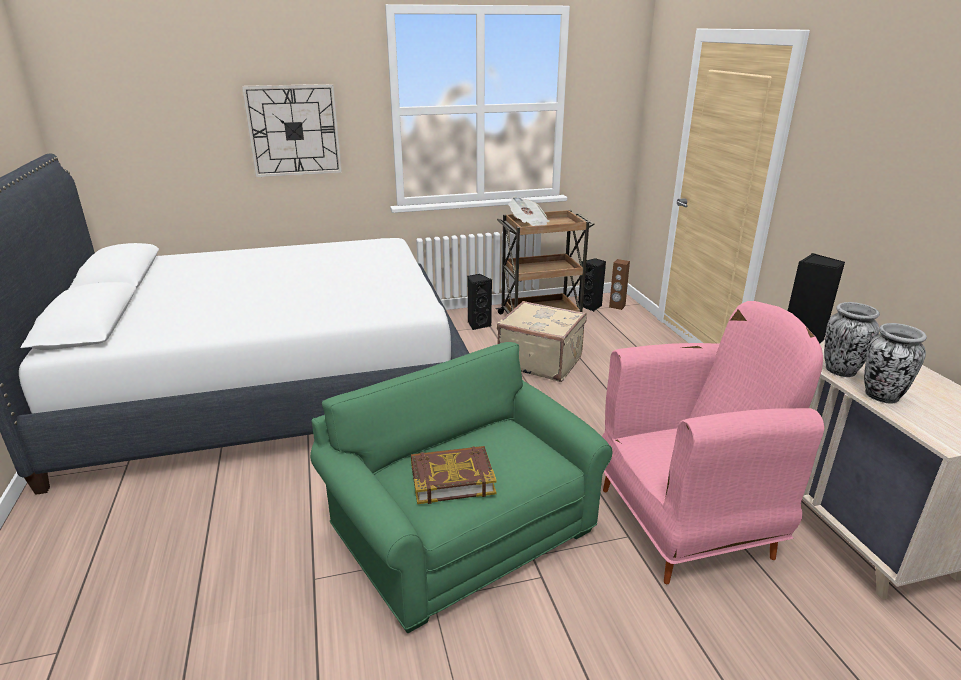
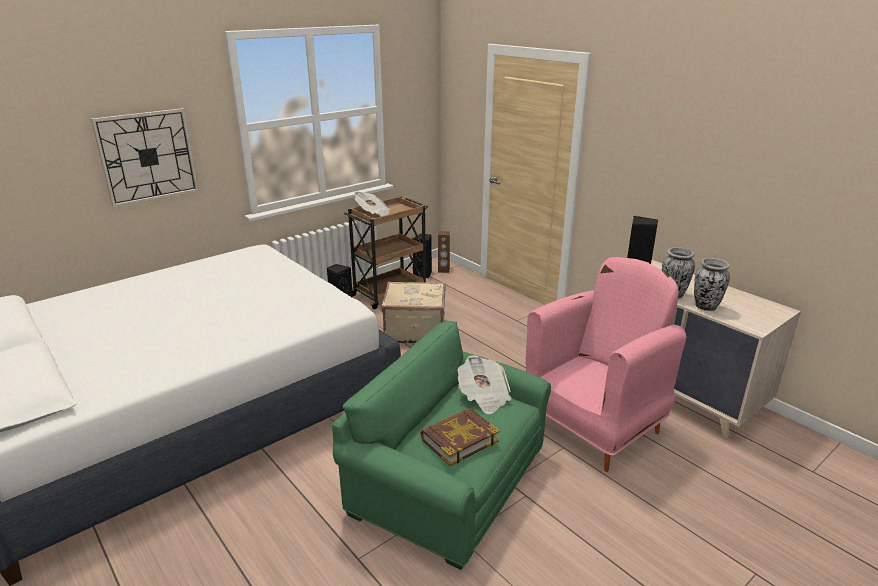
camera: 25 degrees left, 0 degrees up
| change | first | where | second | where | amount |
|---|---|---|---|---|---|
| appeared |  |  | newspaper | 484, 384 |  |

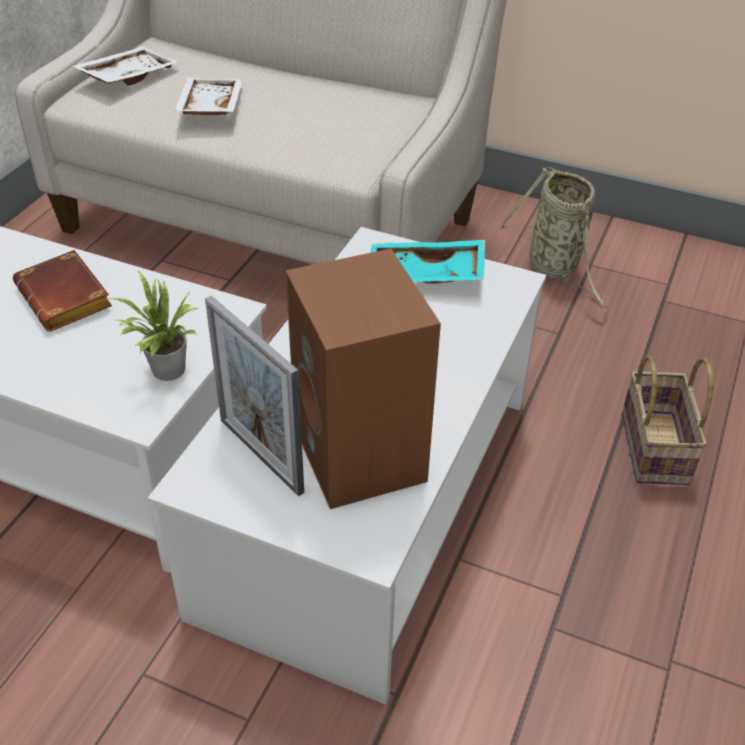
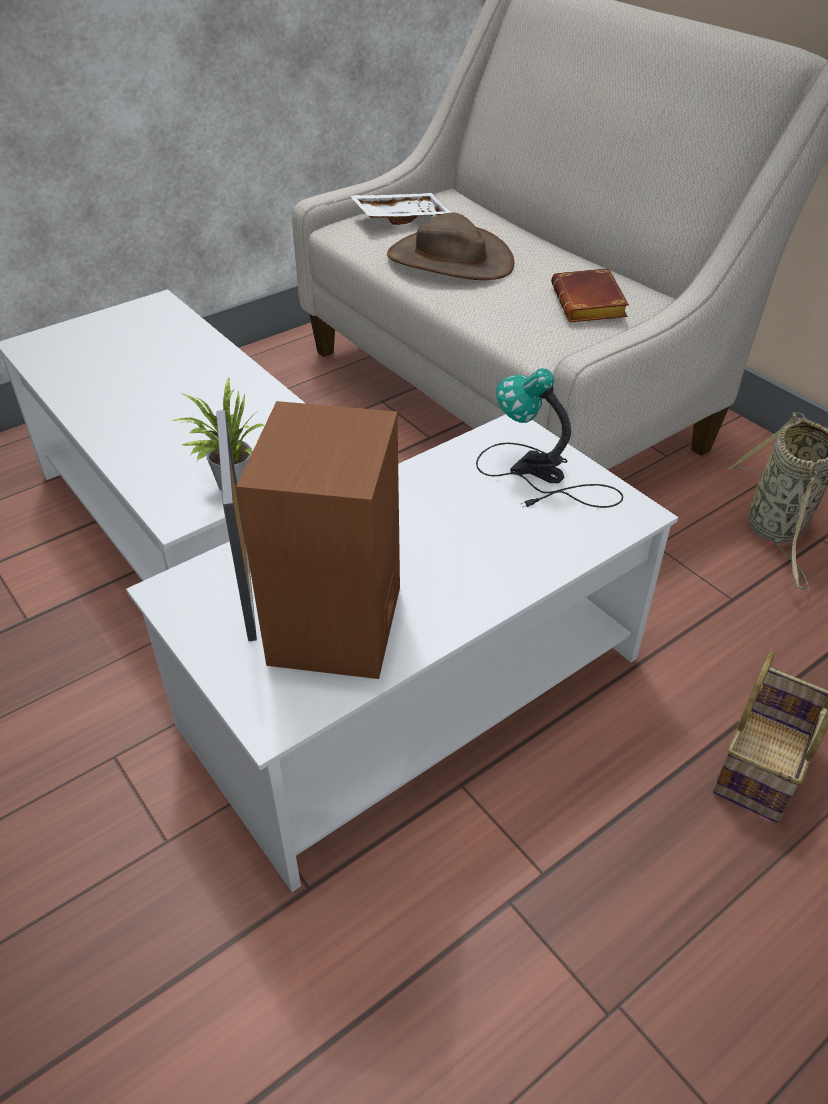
camera: 30 degrees right, 0 degrees up
| change | first | where | second | where | amount |
|---|---|---|---|---|---|
| exchanged | white carrying tray | 208, 96 | brownish wearable hat | 450, 246 |  |
| exchanged | turquoise-coloured carrying tray | 427, 262 | table lamp | 549, 438 |  |
| relocated | brownish bound book | 62, 290 |  | 590, 295 |  |

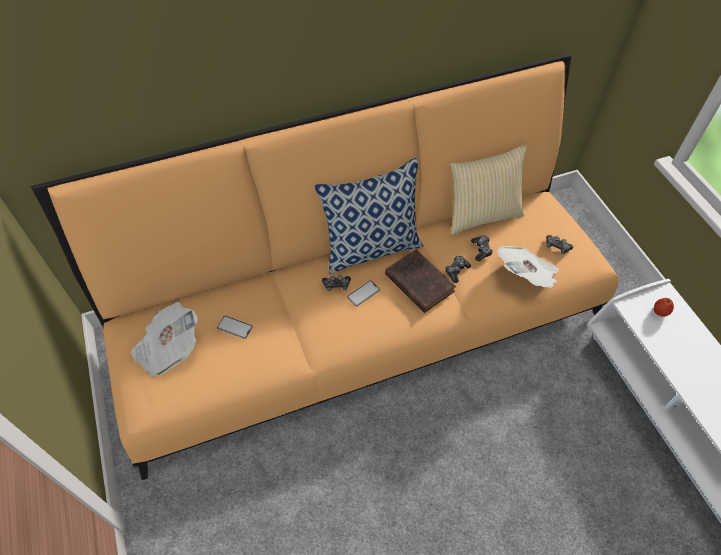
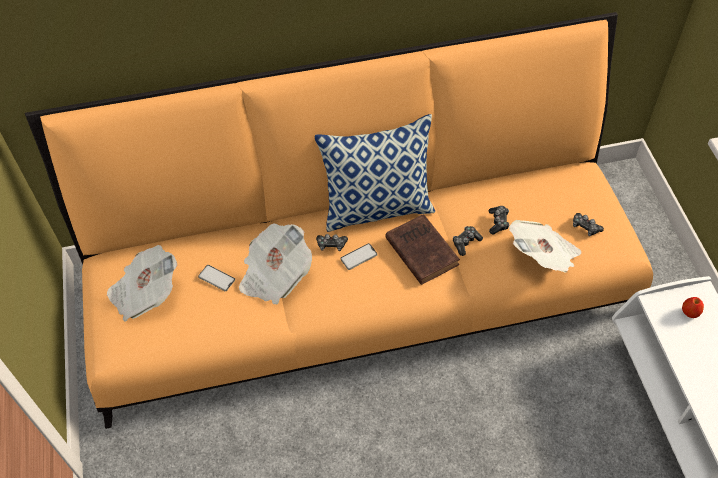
camera: 10 degrees right, 0 degrees up
| change | first | where | second | where | amount |
|---|---|---|---|---|---|
| appeared |  |  | newspaper | 275, 264 |  |
| missing | cushion | 488, 189 |  |  |  |

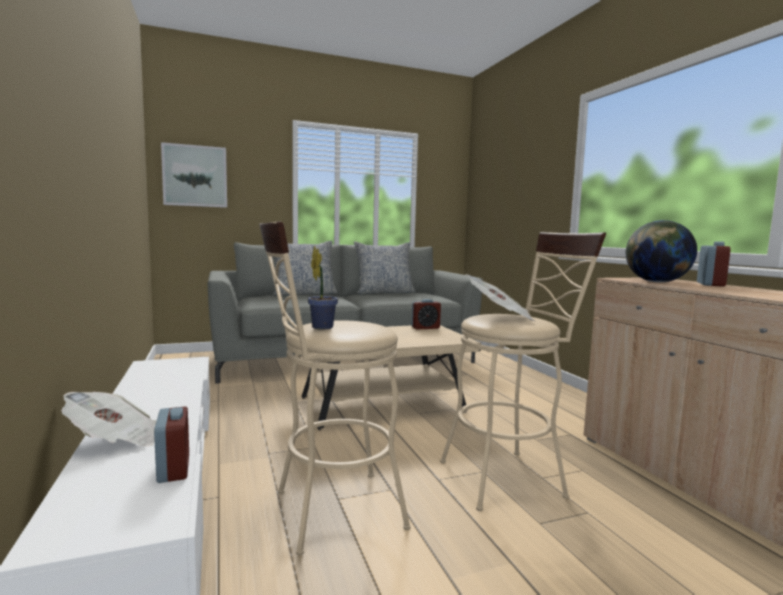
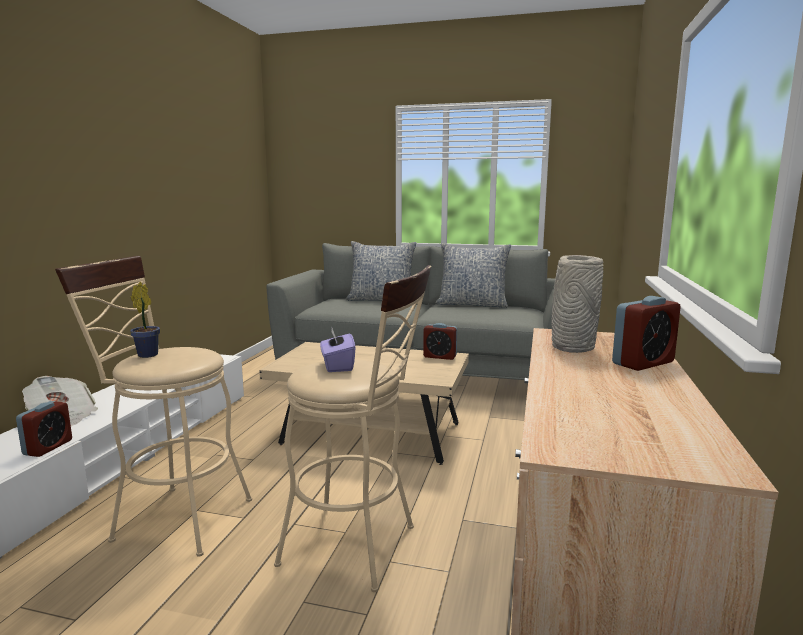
camera: 35 degrees right, 5 degrees up
| change | first | where | second | where | amount |
|---|---|---|---|---|---|
| exchanged | newspaper | 500, 297 | purplish tissue box | 337, 349 |  |
| exchanged | world globe | 661, 251 | grey flower vase | 577, 304 |  |
| missing | wall art | 194, 175 |  |  |  |

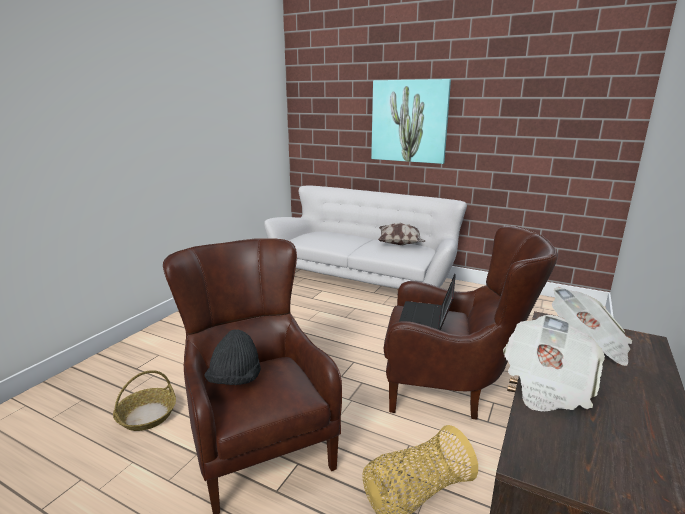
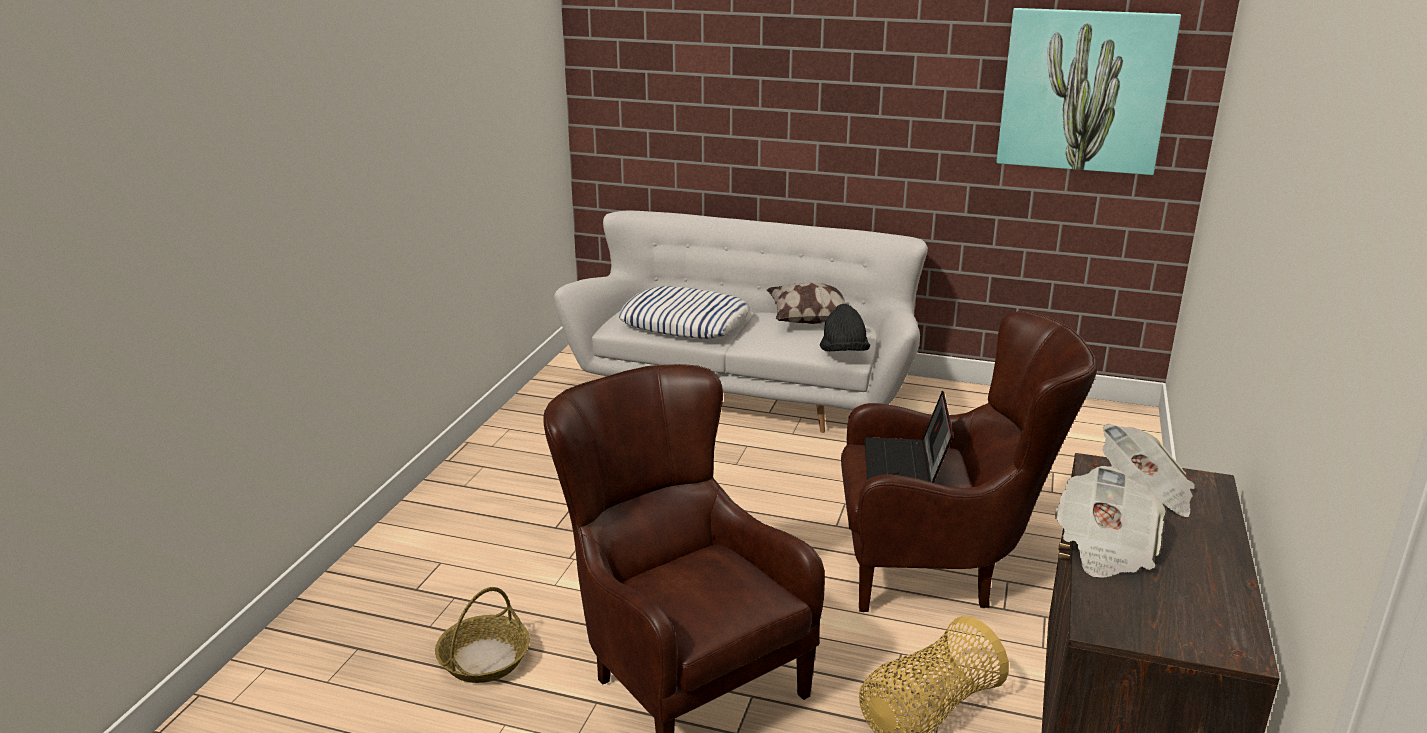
camera: 10 degrees left, 5 degrees up
| change | first | where | second | where | amount |
|---|---|---|---|---|---|
| appeared |  |  | cushion | 684, 312 |  |
| relocated | black-coloured wearable hat | 232, 357 |  | 845, 327 |  |
| relocated | wall art | 411, 121 |  | 1089, 91 |  |

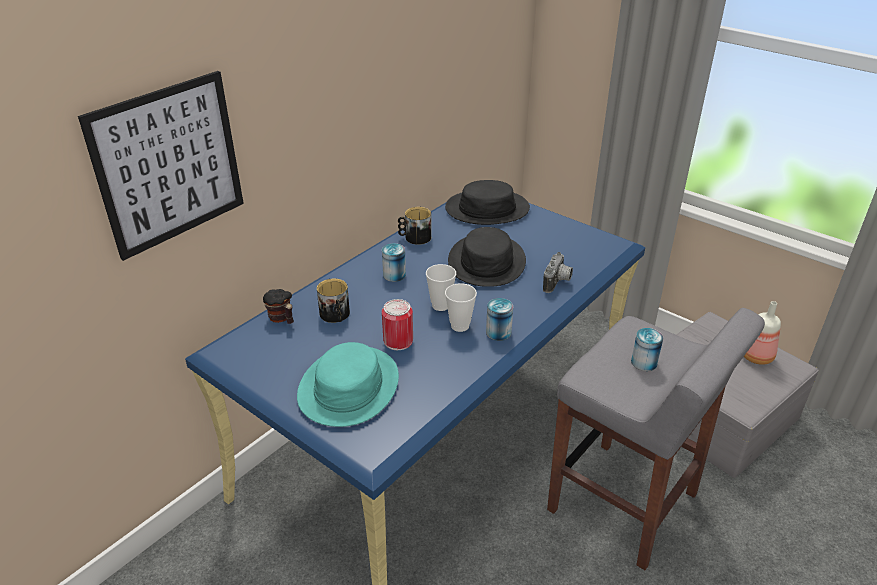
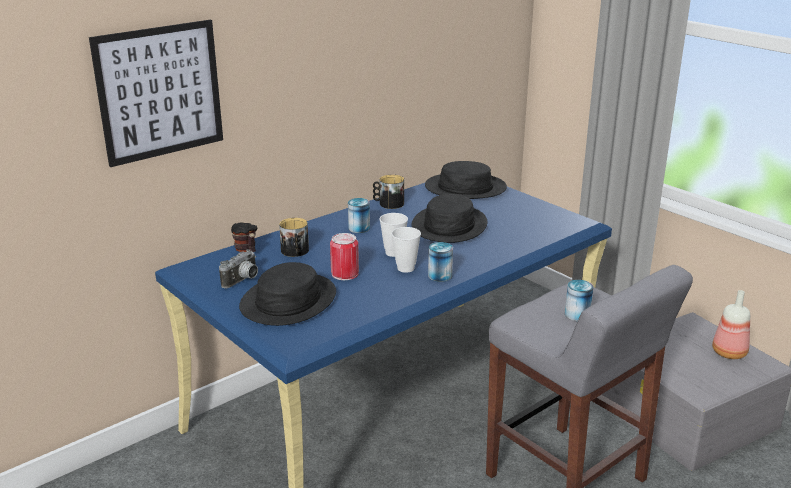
camera: 10 degrees right, 10 degrees down
| change | first | where | second | where | amount |
|---|---|---|---|---|---|
| relocated | still camera | 558, 272 |  | 238, 268 |  |
| colour | turquoise-coloured wearable hat | 348, 384 | black-coloured wearable hat | 287, 294 |  |

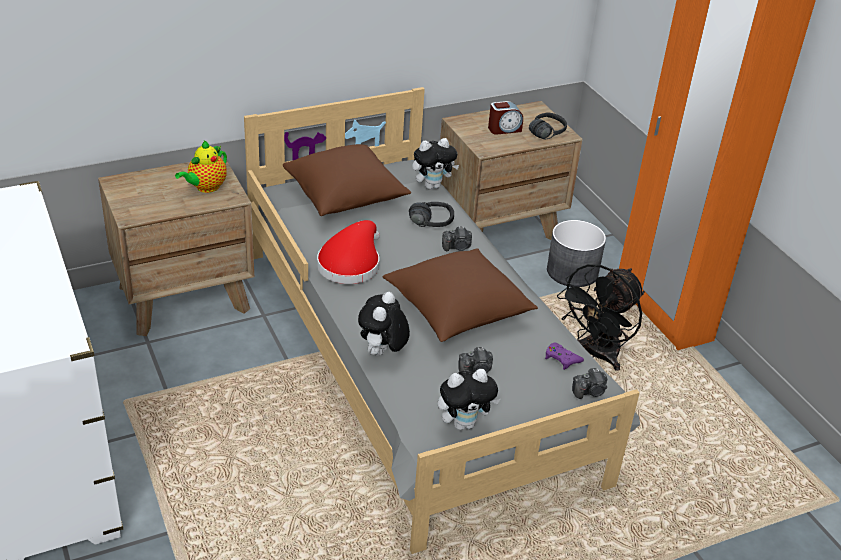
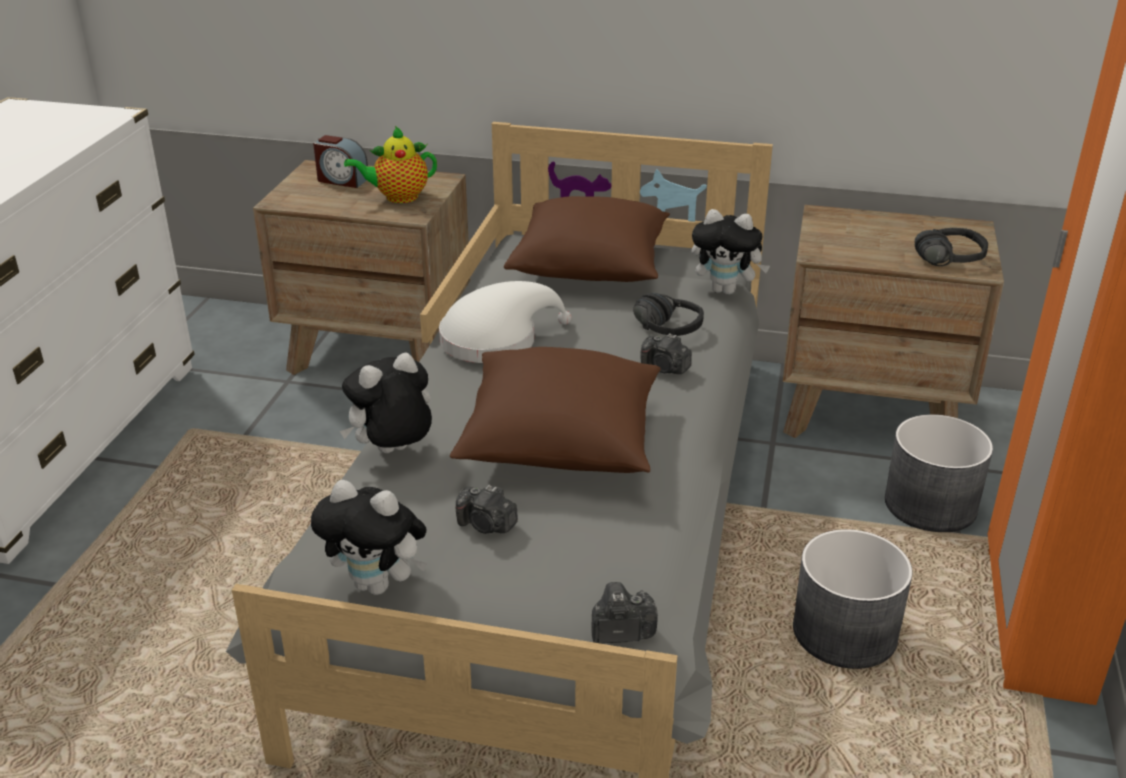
camera: 40 degrees right, 5 degrees down
| change | first | where | second | where | amount |
|---|---|---|---|---|---|
| relocated | bedside clock | 505, 118 |  | 340, 161 |  |
| colour | reddish wearable hat | 348, 252 | white wearable hat | 505, 322 |  |
| spun | still camera | 589, 383 |  | 624, 613 | 150 degrees clockwise |
| exchanged | black-coloured electric fan | 601, 317 | grey plant pot | 853, 599 |  |
| missing | purplish gamepad | 564, 356 |  |  |  |

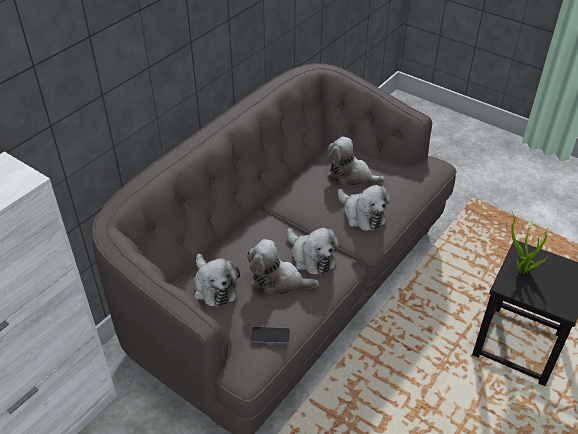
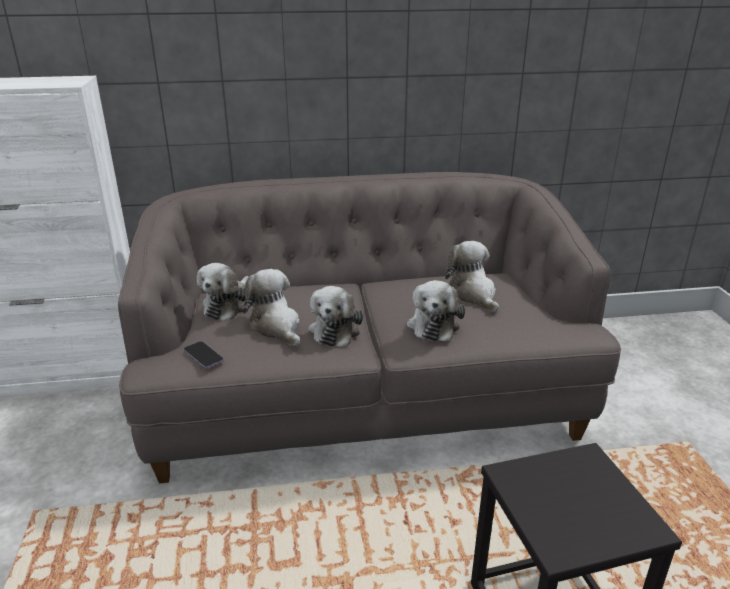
camera: 45 degrees right, 15 degrees down
| change | first | where | second | where | amount |
|---|---|---|---|---|---|
| missing | plant in a pot | 530, 243 |  |  |  |

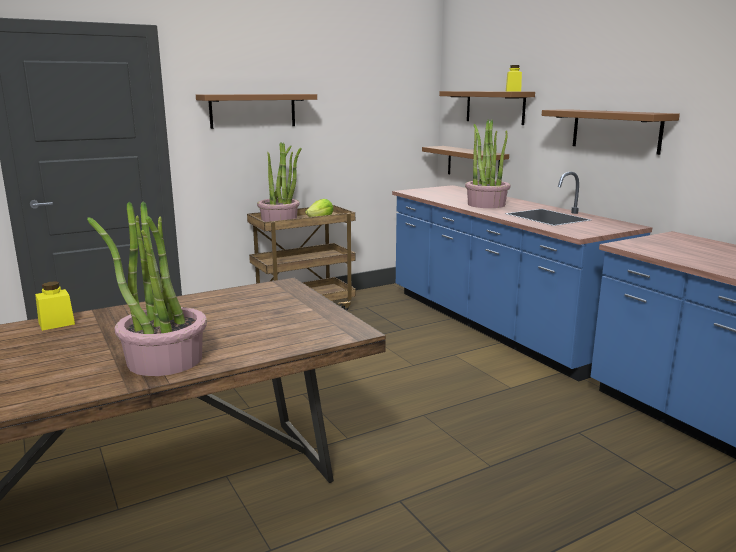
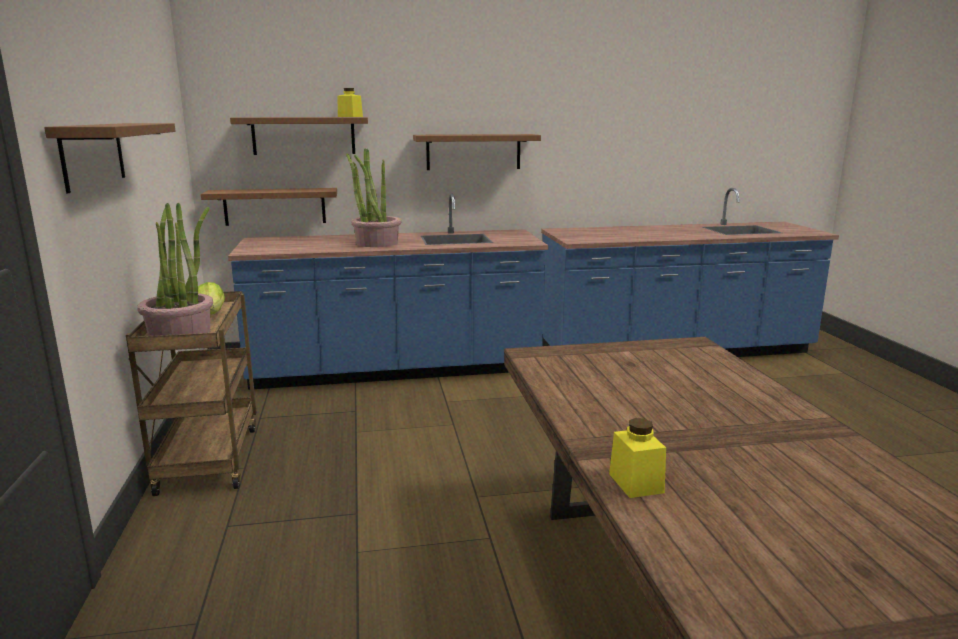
camera: 70 degrees left, 0 degrees up
| change | first | where | second | where | amount |
|---|---|---|---|---|---|
| missing | plant in a pot | 147, 288 |  |  |  |

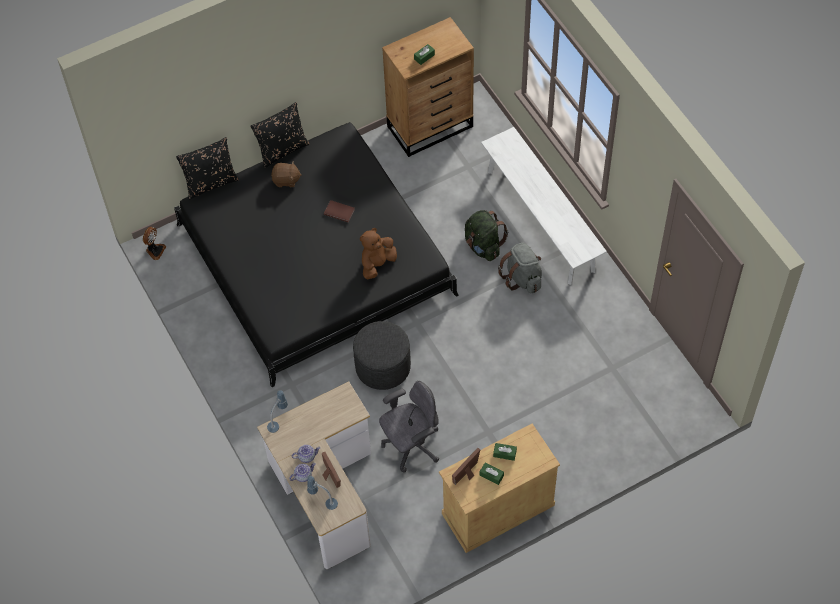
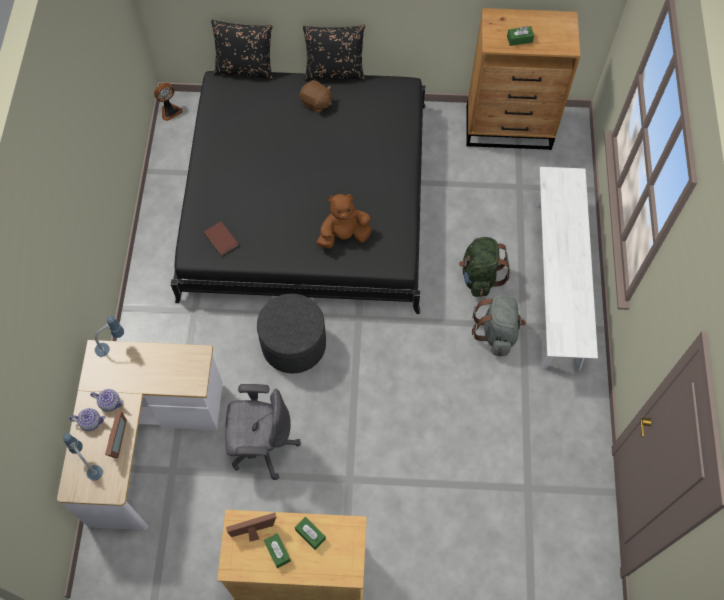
camera: 30 degrees right, 5 degrees up
| change | first | where | second | where | amount |
|---|---|---|---|---|---|
| relocated | brownish bound book | 339, 211 |  | 221, 239 |  |

